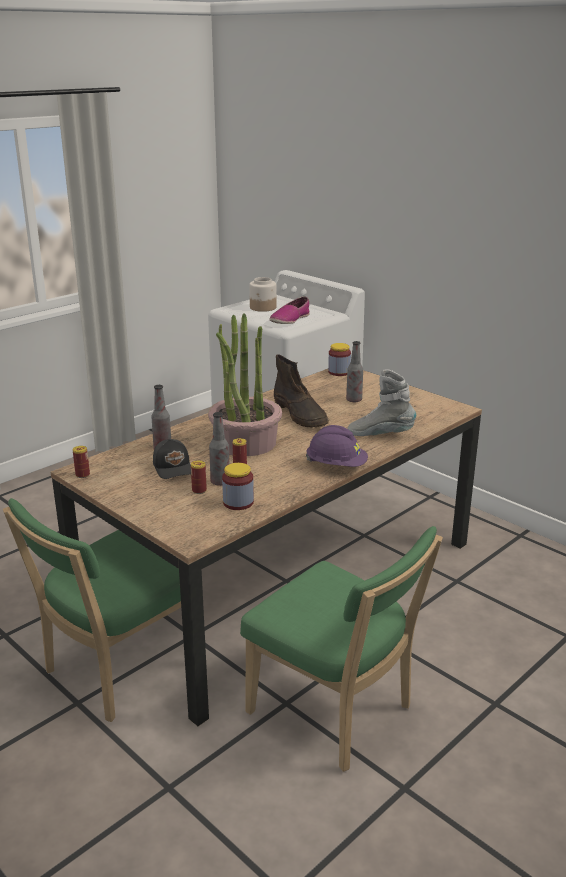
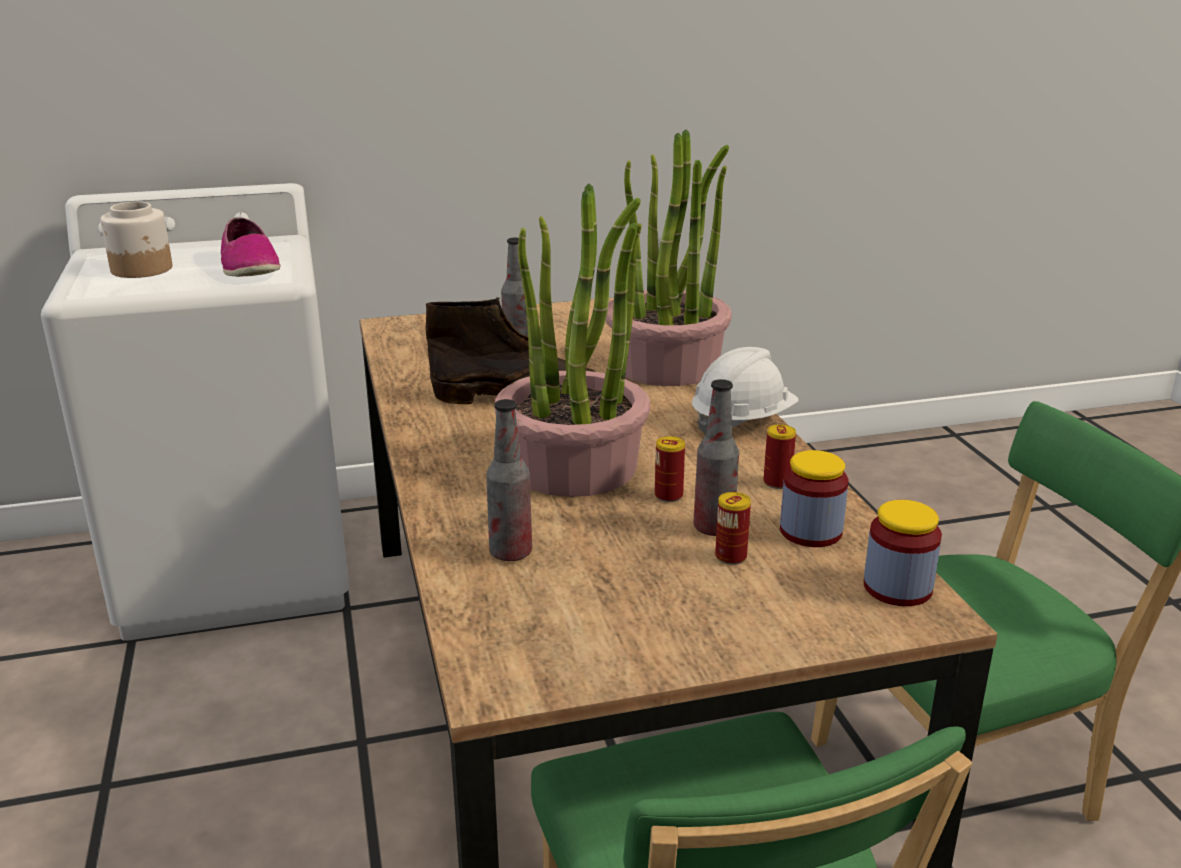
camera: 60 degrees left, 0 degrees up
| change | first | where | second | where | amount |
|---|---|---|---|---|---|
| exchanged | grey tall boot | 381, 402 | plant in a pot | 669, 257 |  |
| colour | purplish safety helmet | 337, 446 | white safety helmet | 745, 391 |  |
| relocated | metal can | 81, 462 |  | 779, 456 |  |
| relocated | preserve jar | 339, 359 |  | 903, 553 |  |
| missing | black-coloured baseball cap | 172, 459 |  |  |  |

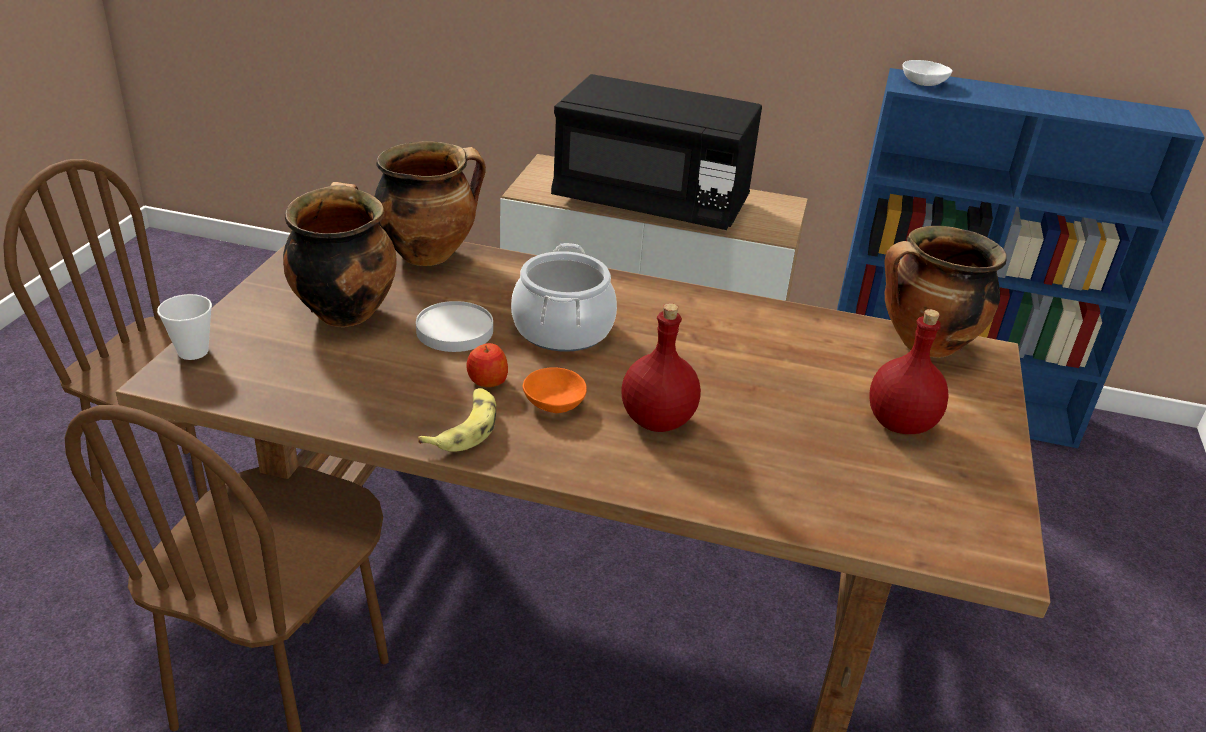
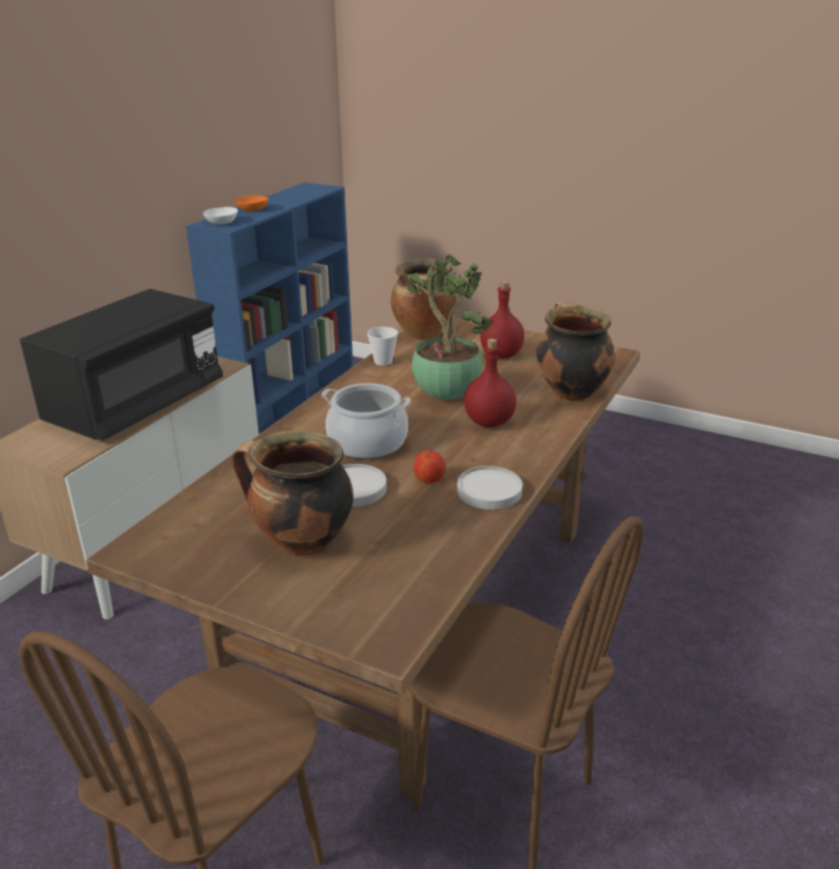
camera: 75 degrees left, 5 degrees down
| change | first | where | second | where | amount |
|---|---|---|---|---|---|
| relocated | orangey bowl | 555, 390 |  | 252, 203 |  |
| relocated | small cup | 184, 327 |  | 382, 346 |  |
| appeared |  |  | plant in a pot | 450, 327 |  |
| exchanged | banana | 457, 420 | white plate | 489, 488 |  |
| relocated | cooking pot | 430, 203 |  | 576, 351 |  |

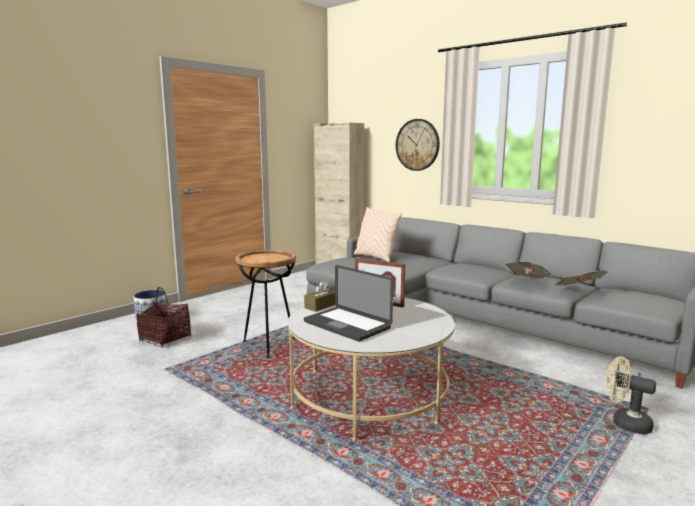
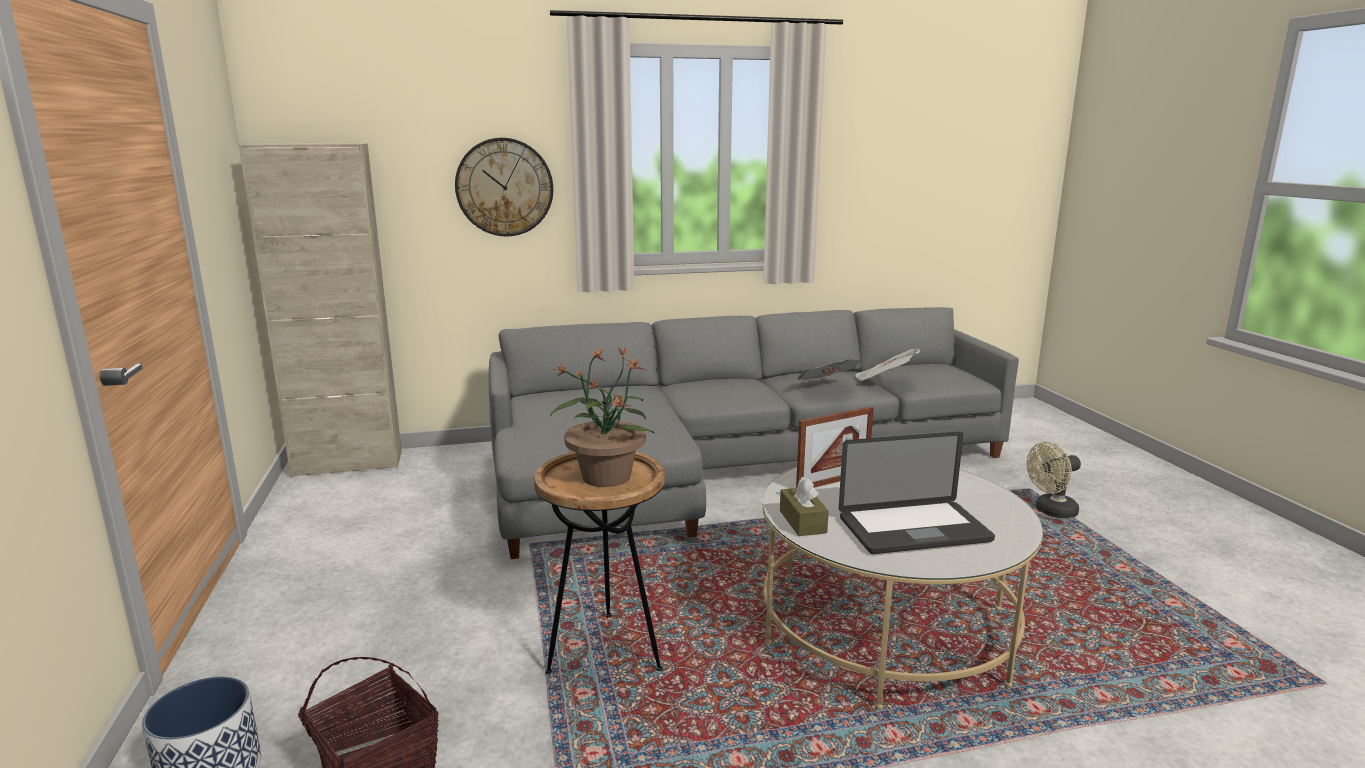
camera: 55 degrees left, 5 degrees up
| change | first | where | second | where | amount |
|---|---|---|---|---|---|
| appeared |  |  | plant in a pot | 602, 417 |  |
| missing | beige-coloured cushion | 378, 234 |  |  |  |

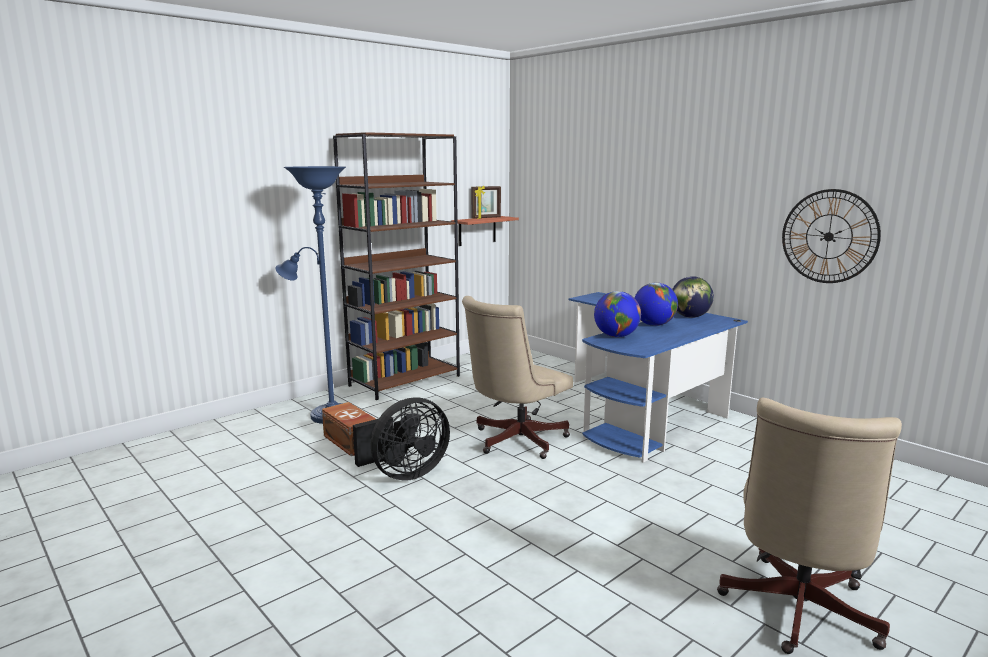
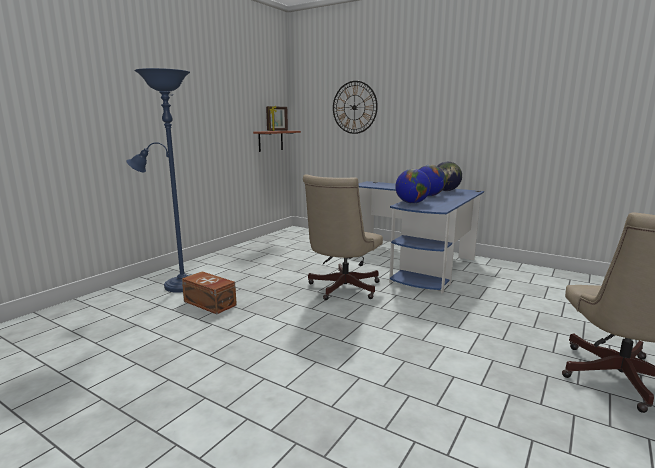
camera: 15 degrees left, 0 degrees up
| change | first | where | second | where | amount |
|---|---|---|---|---|---|
| relocated | clock on the wall | 831, 236 |  | 355, 107 |  |
| missing | brownish shelving unit | 396, 266 |  |  |  |
| missing | black-coloured electric fan | 401, 439 |  |  |  |

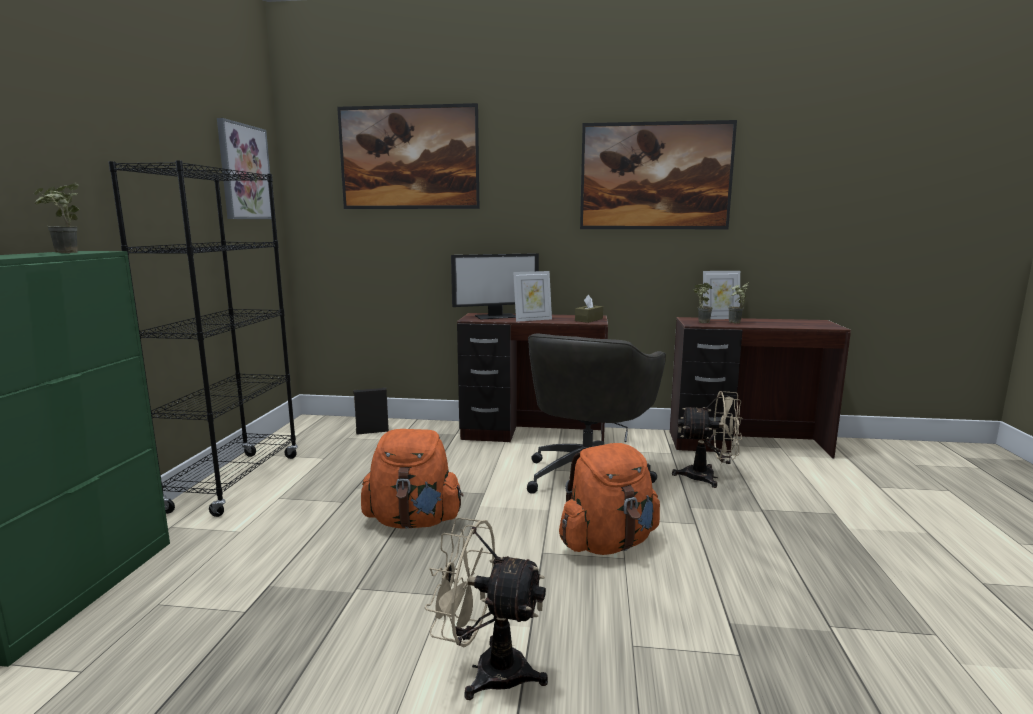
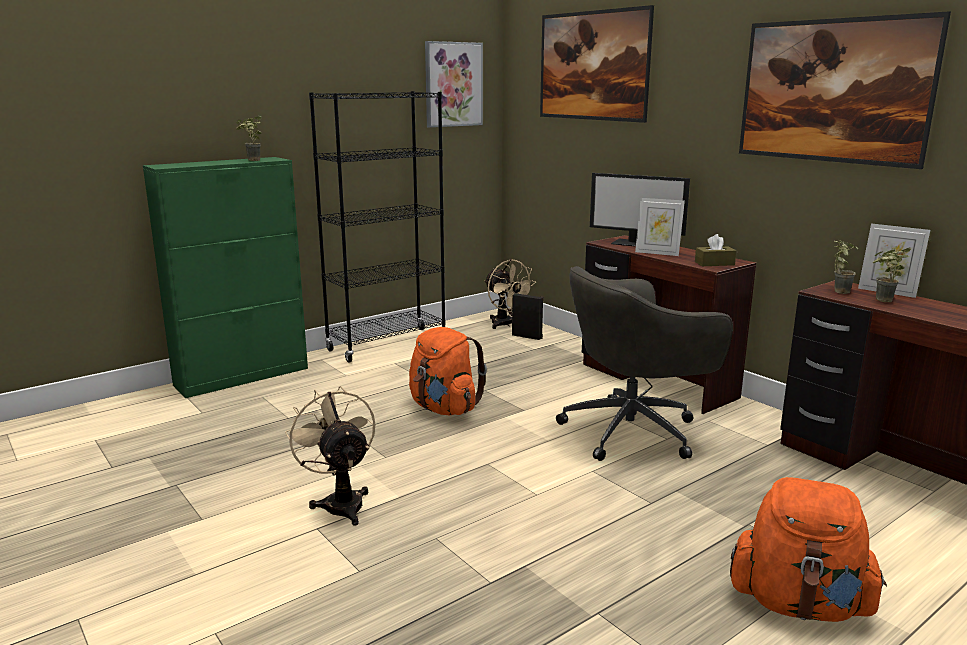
camera: 45 degrees right, 5 degrees up
| change | first | where | second | where | amount |
|---|---|---|---|---|---|
| relocated | beige-coloured electric fan | 707, 439 |  | 510, 294 |  |
| relocated | orangey knapsack | 609, 499 |  | 808, 549 |  |

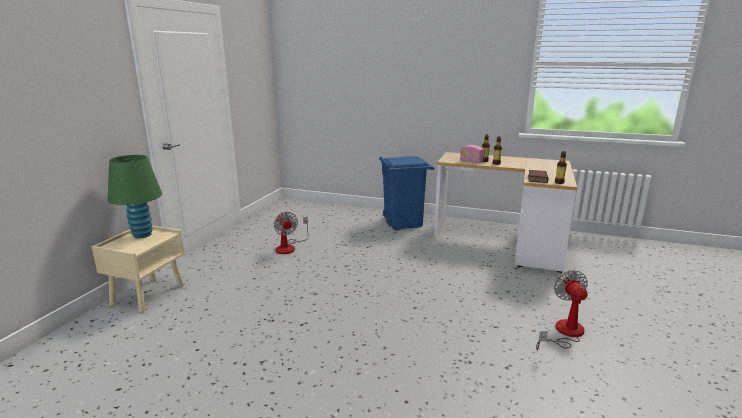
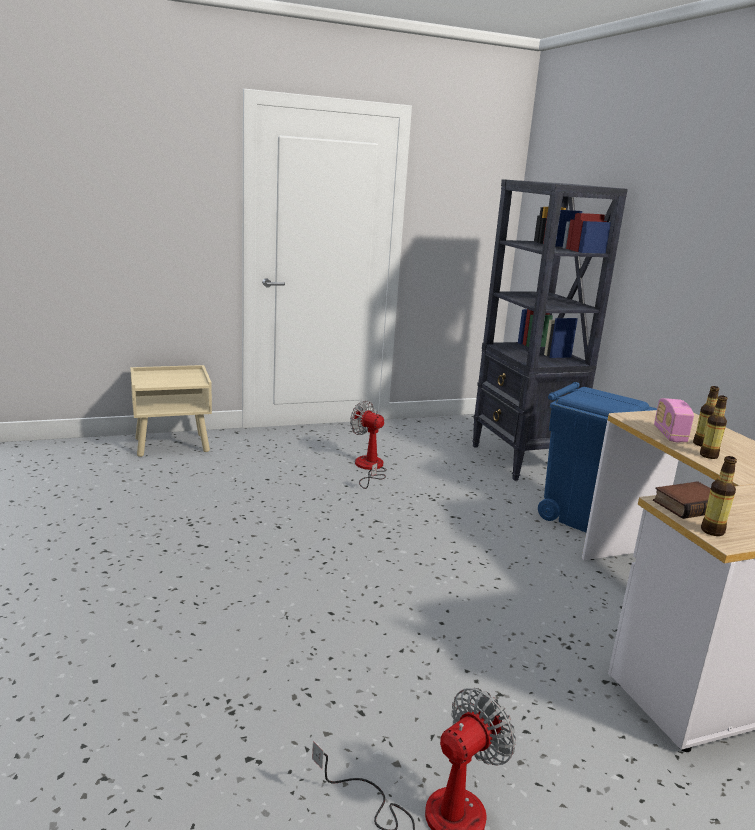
camera: 50 degrees right, 0 degrees up
| change | first | where | second | where | amount |
|---|---|---|---|---|---|
| spun | electric fan | 291, 233 |  | 368, 444 | 105 degrees clockwise |
| appeared |  |  | black-coloured shelving unit | 550, 330 |  |
| missing | green table lamp | 135, 196 |  |  |  |

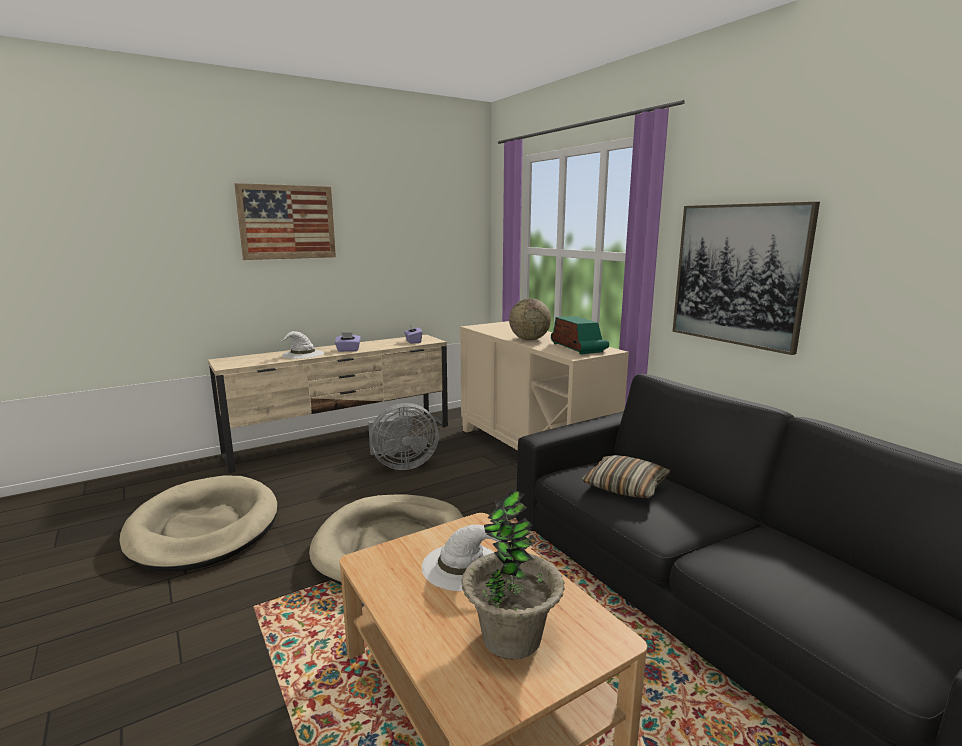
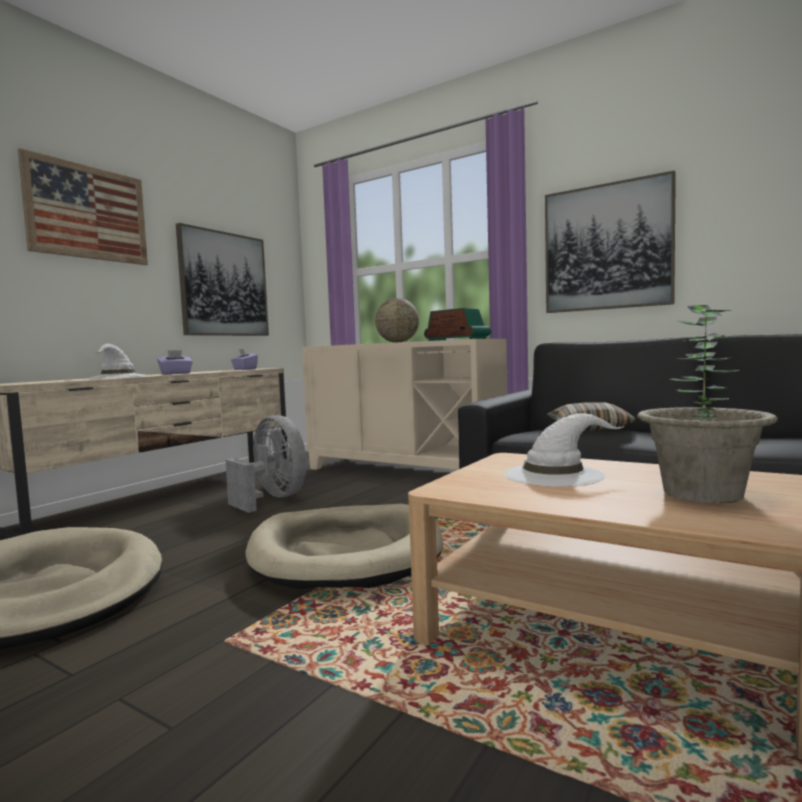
camera: 25 degrees left, 10 degrees down
| change | first | where | second | where | amount |
|---|---|---|---|---|---|
| appeared |  |  | wall art | 222, 279 |  |
| spun | grey electric fan | 403, 436 |  | 265, 464 | 90 degrees counterclockwise |

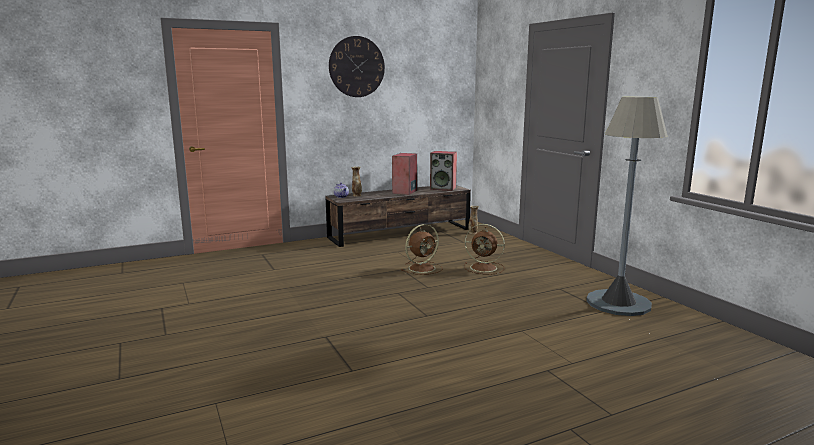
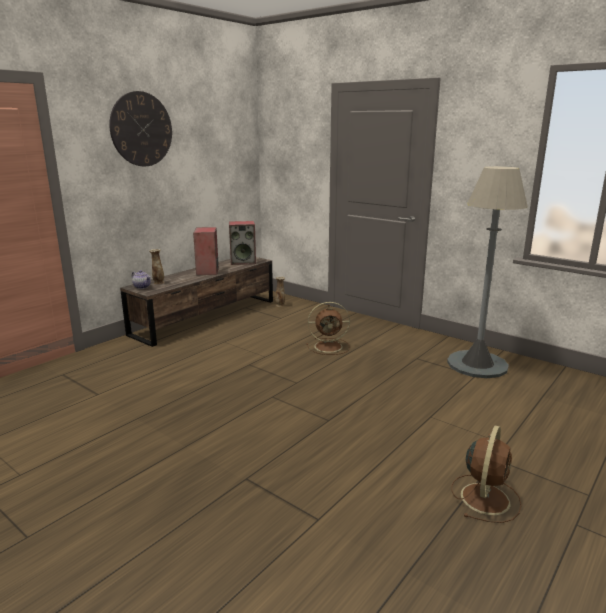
camera: 25 degrees left, 5 degrees up
| change | first | where | second | where | amount |
|---|---|---|---|---|---|
| relocated | brownish electric fan | 422, 249 |  | 486, 474 |  |

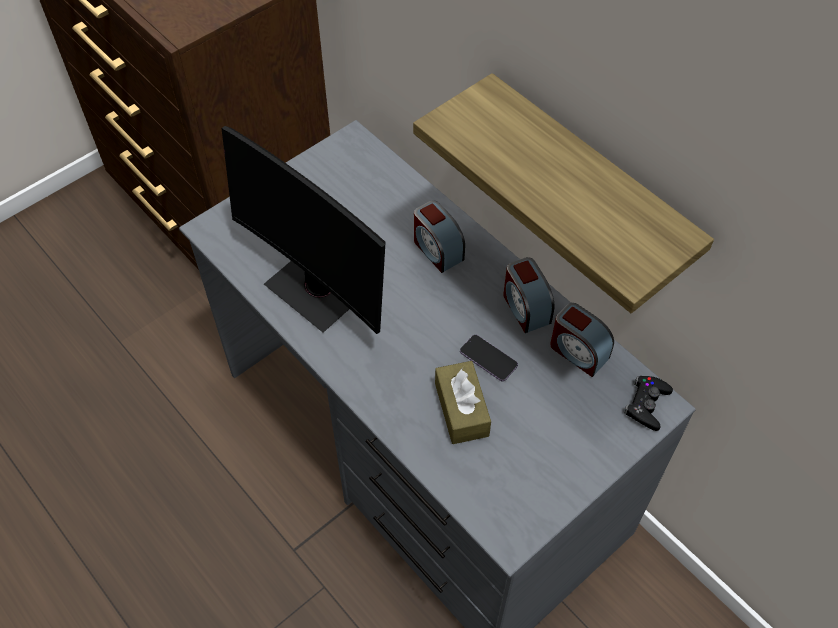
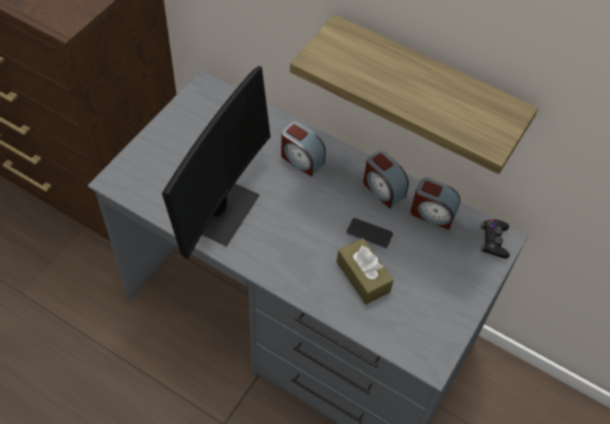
camera: 20 degrees left, 0 degrees up
| change | first | where | second | where | amount |
|---|---|---|---|---|---|
| spun | computer display | 303, 230 |  | 216, 162 | 90 degrees counterclockwise |

